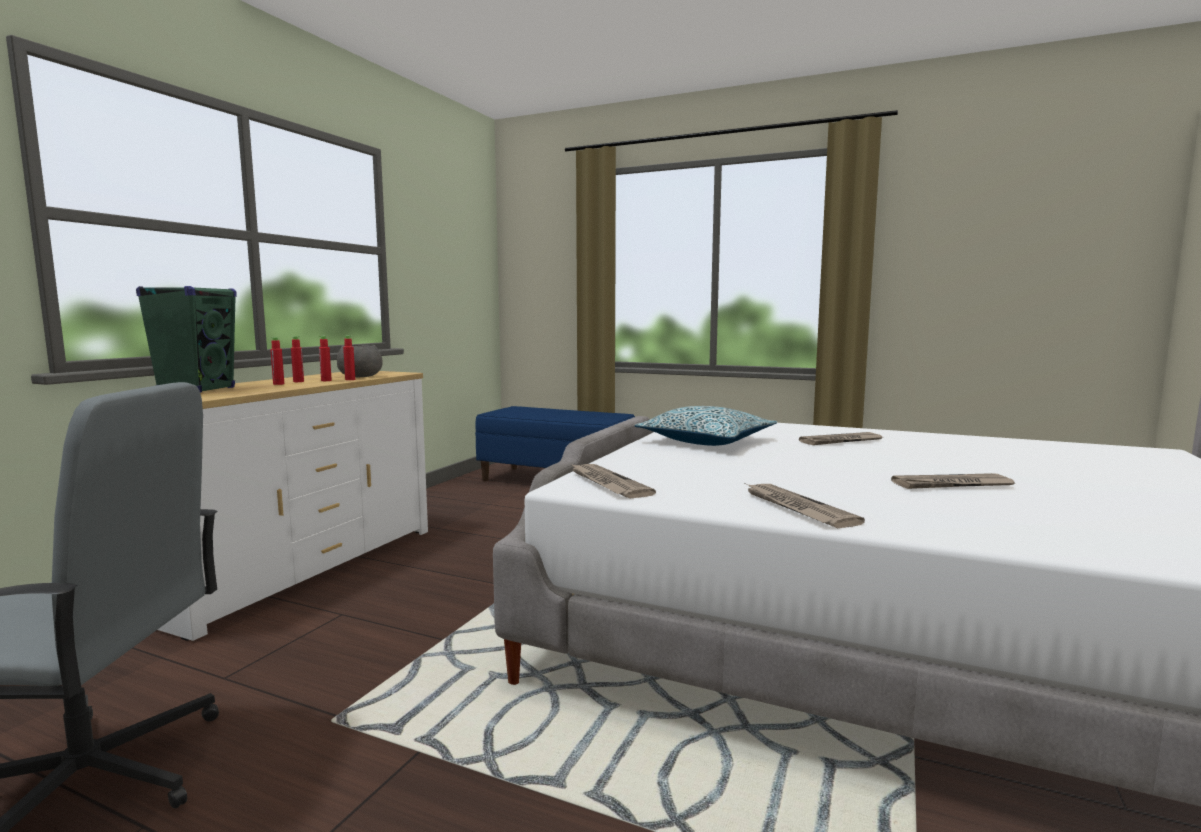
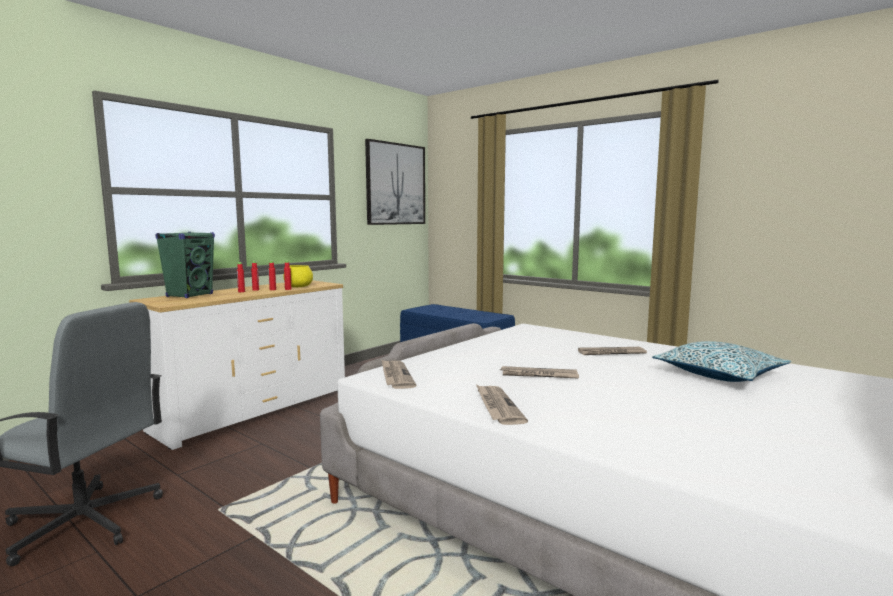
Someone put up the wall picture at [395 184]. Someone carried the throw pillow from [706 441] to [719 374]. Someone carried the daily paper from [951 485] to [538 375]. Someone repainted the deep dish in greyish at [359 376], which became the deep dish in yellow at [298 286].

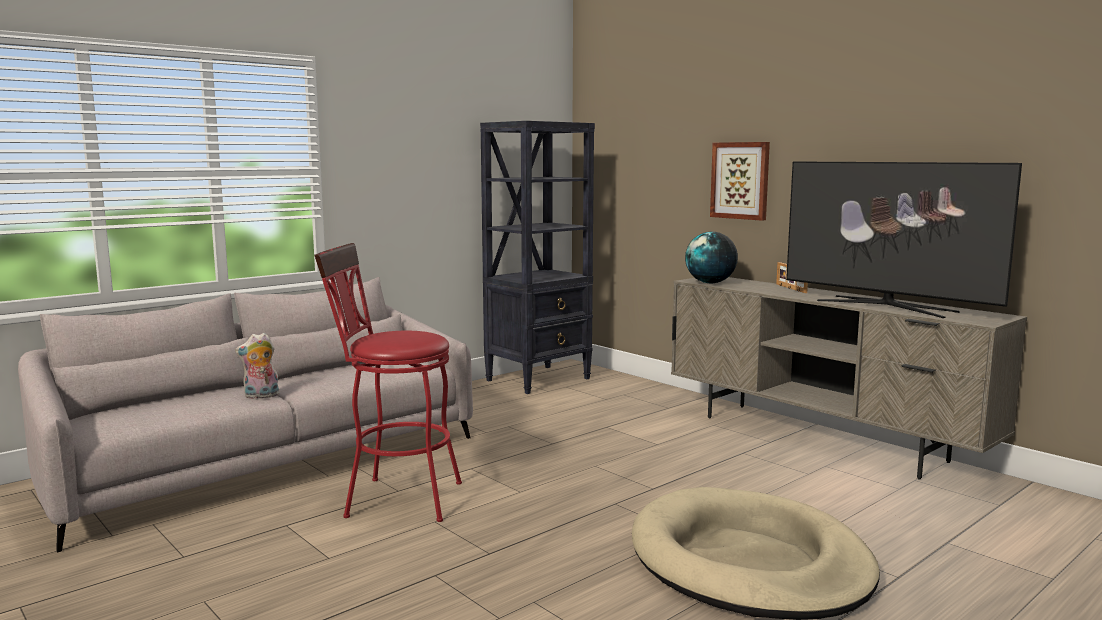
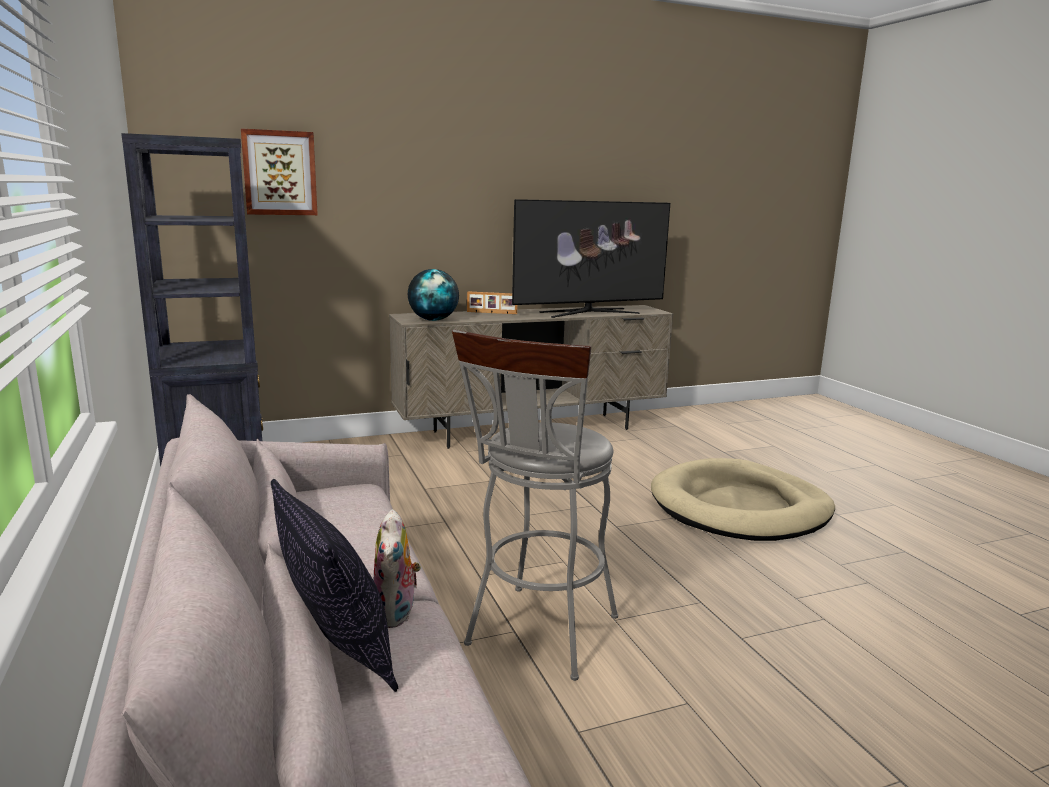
Someone put down the throw pillow at [337 651]. Someone carried the wall picture from [740 180] to [279 173]. Someone repainted the stool seat in reddish at [394 499], which became the stool seat in greyish at [538 637].

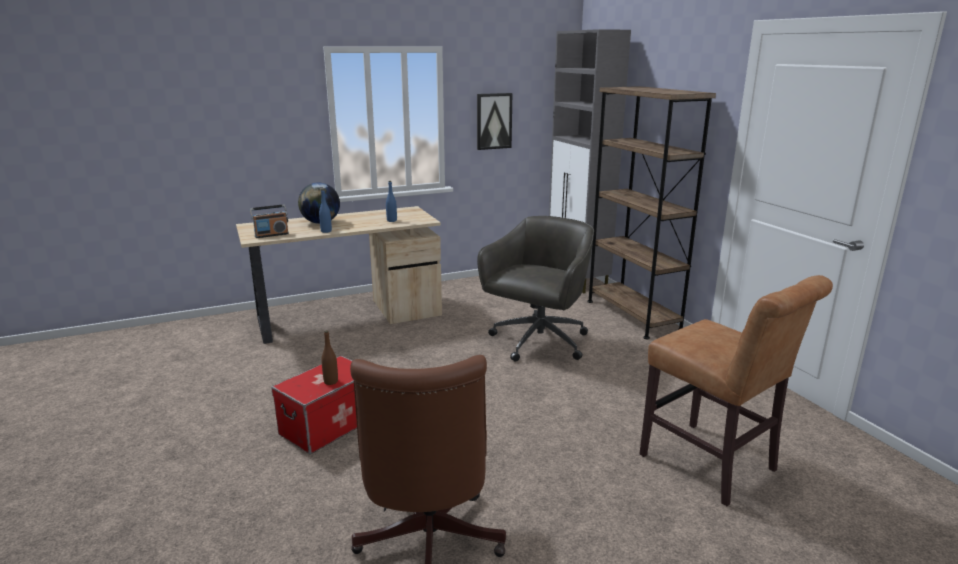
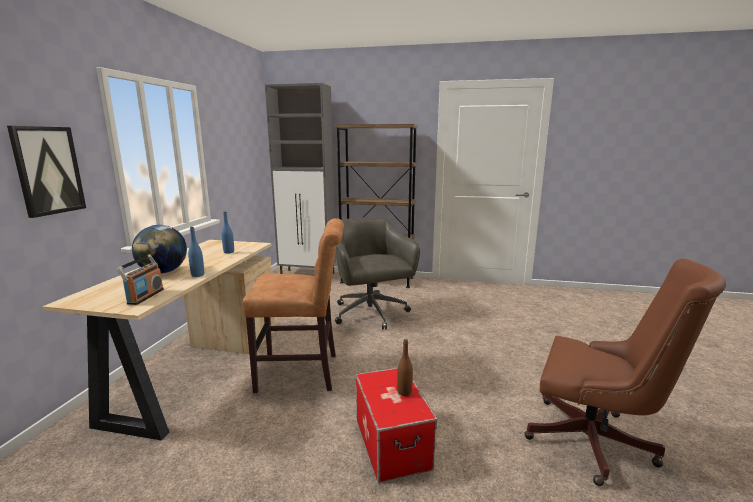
Someone carried the wall picture from [494 121] to [48 170]. Someone carried the chair in brown from [713 466] to [303 373].

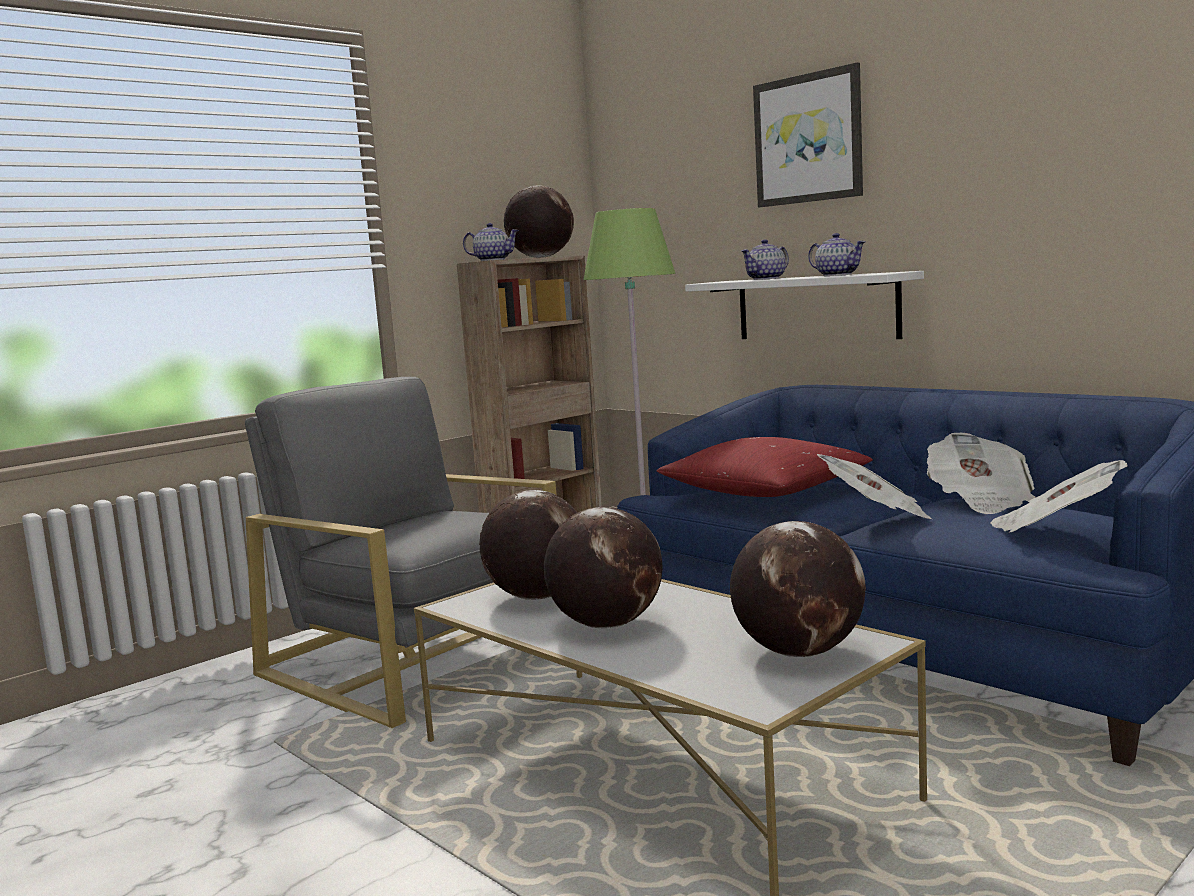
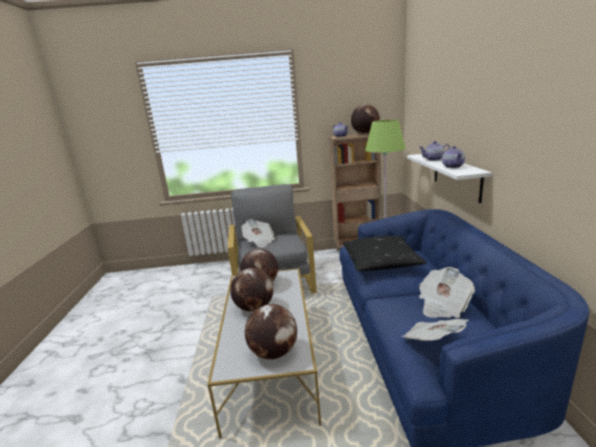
Someone took away the wall picture at [808 139]. Someone carried the daily paper from [876 515] to [259 241]. Someone repainted the throw pillow in reddish at [765 491], which became the throw pillow in blackish at [381 262].

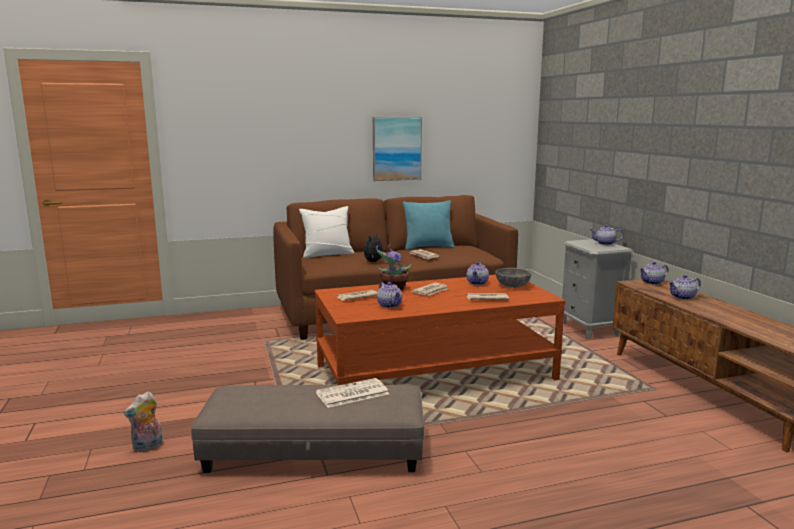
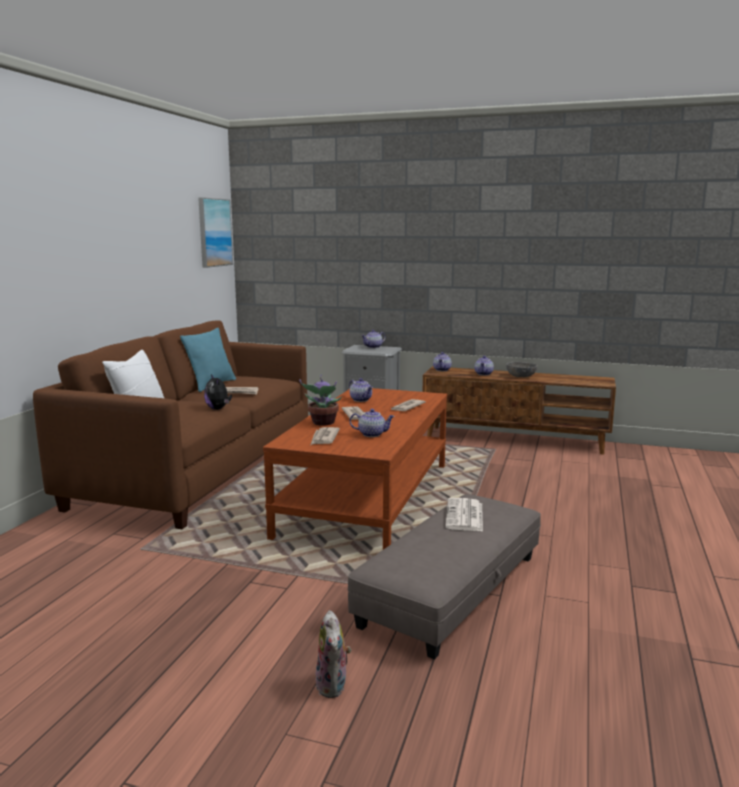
Someone carried the wall picture from [396 148] to [214 232]. Someone carried the deep dish in greyish from [512 286] to [521 376].

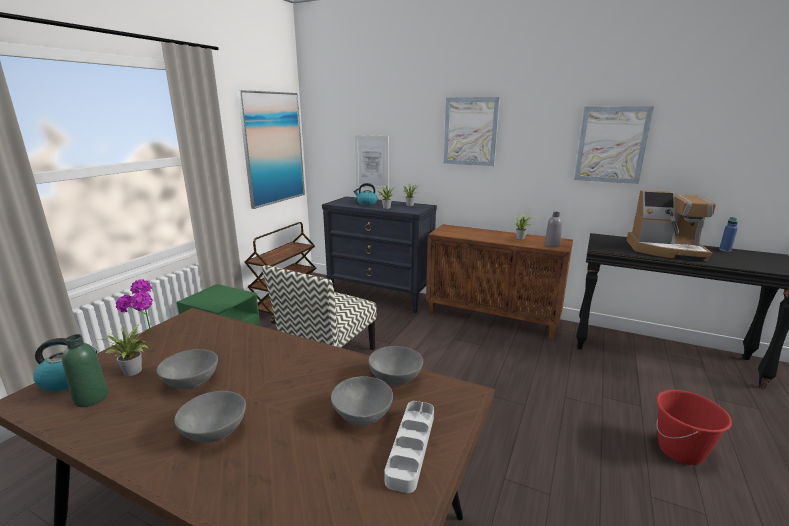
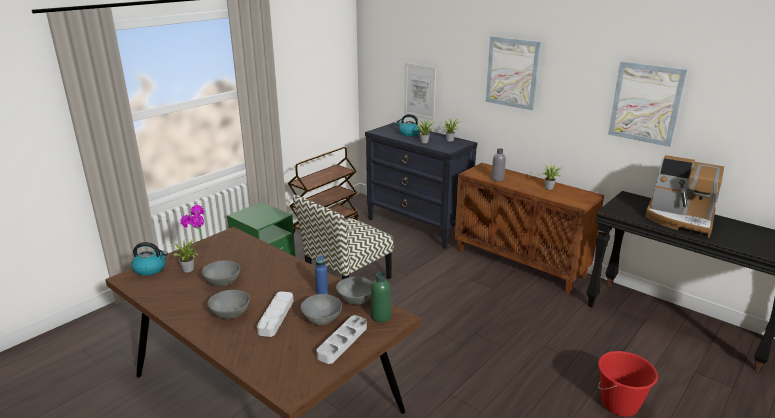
Someone took away the wall picture at [273 148]. Someone put down the serving tray in greyish at [276 316]. Someone carried the beverage bottle in greenish from [91 398] to [380 316]. Someone carried the beverage bottle in greyish from [552 245] to [497 179]. Someone carried the beverage bottle in blue-coloured from [725 250] to [322 292].

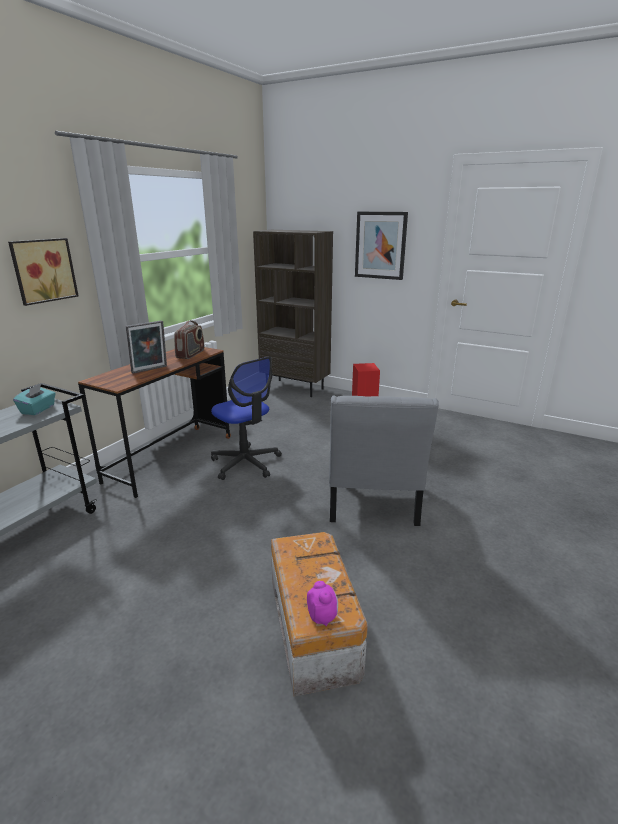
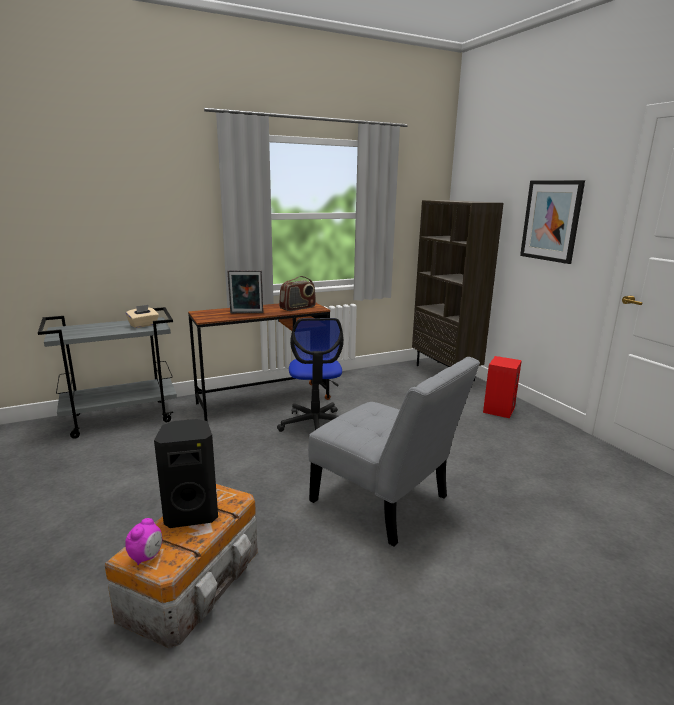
Someone took away the wall picture at [43 270]. Someone put down the audio speaker in blackish at [192 513]. Someone repainted the box of tissues in turquoise-coloured at [38 409], which became the box of tissues in beige at [143 325]. Someone rotated the chair in greyish at [372 502] by 90 degrees counterclockwise.

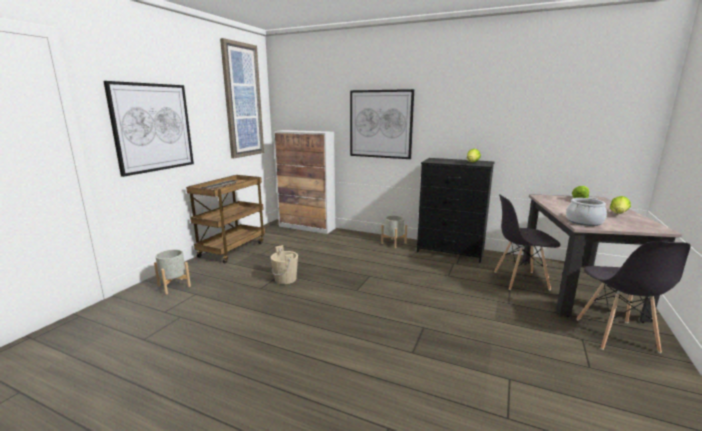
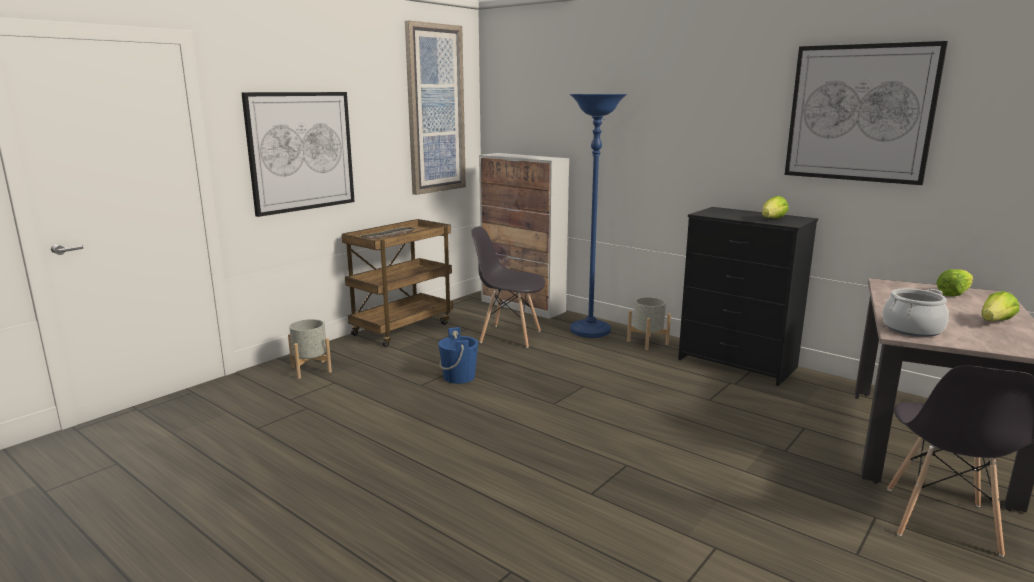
Someone put down the floor lamp in blue-coloured at [590 331]. Someone carried the wall picture from [380 124] to [859 113]. Someone carried the chair in greyish from [520 280] to [509 336]. Someone repainted the pail in beige at [285 279], which became the pail in blue-coloured at [459 377].

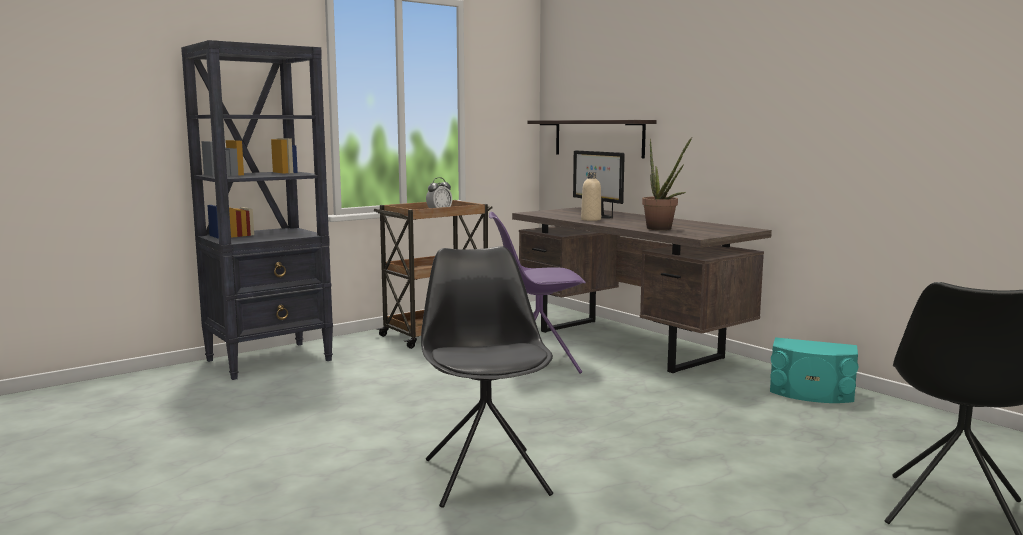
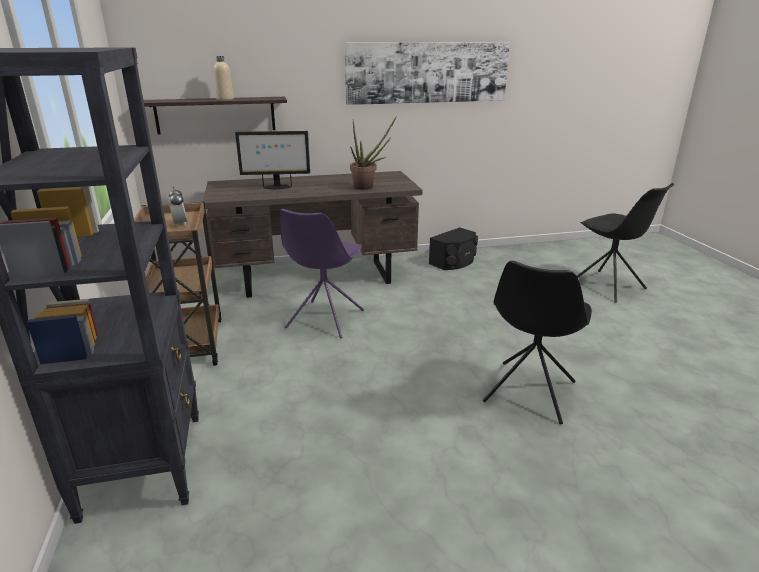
Someone put up the wall picture at [427 72]. Someone carried the beverage bottle in beige from [591 219] to [225 99]. Someone repainted the audio speaker in turquoise-coloured at [811 393], which became the audio speaker in blackish at [454 262]. Someone rotated the chair in blackish at [486 476] by 75 degrees counterclockwise.

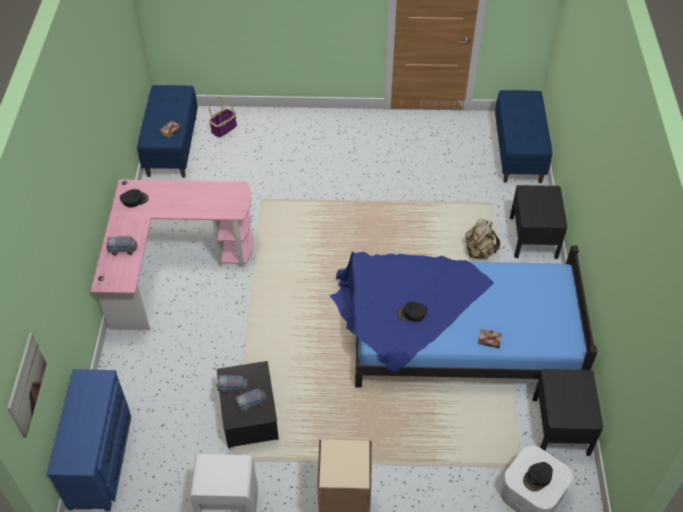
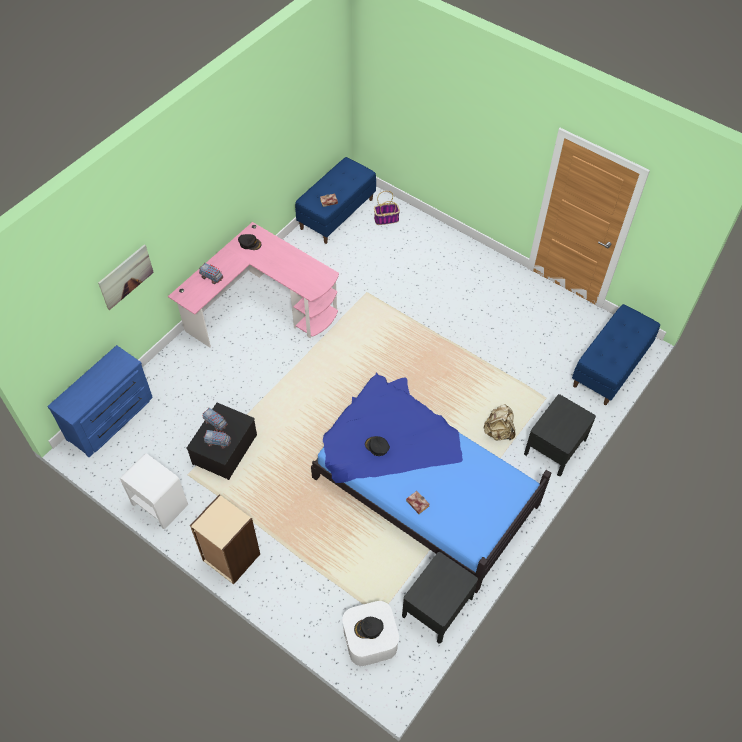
Someone carried the wall picture from [26 384] to [126 276].

